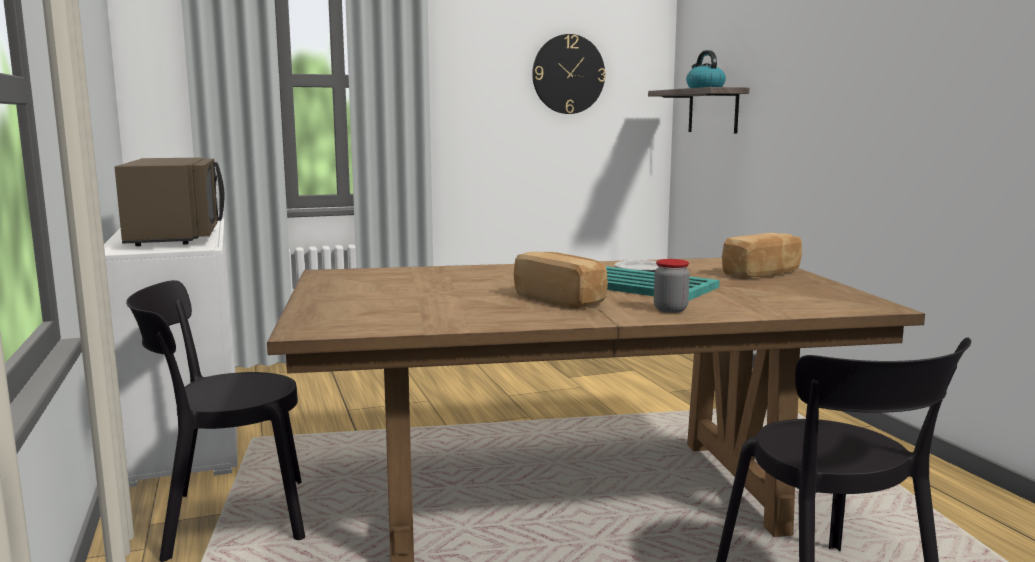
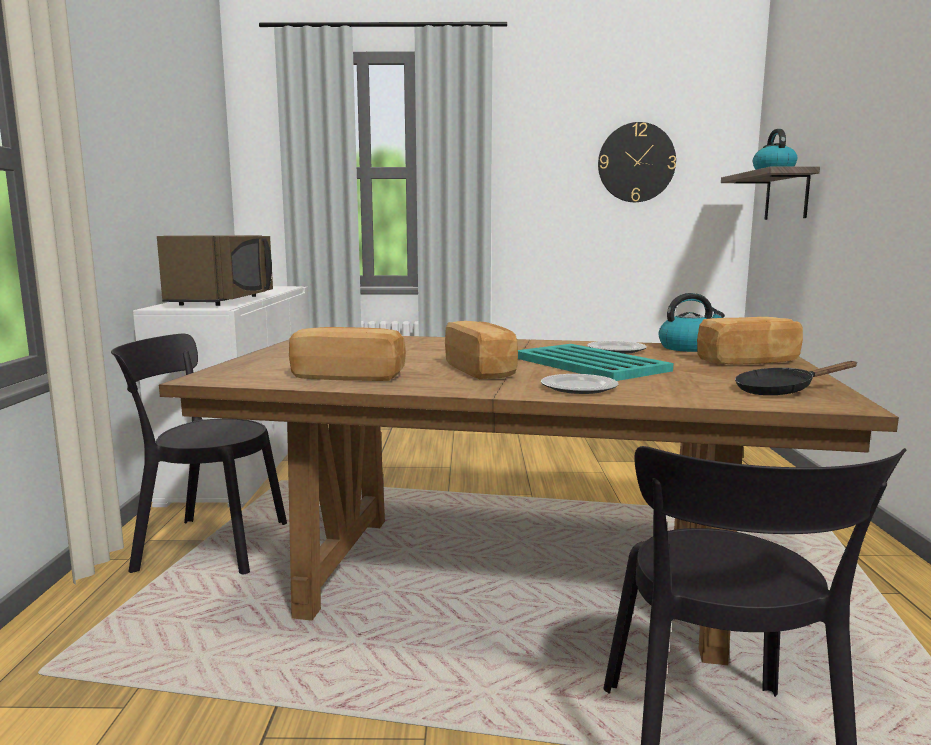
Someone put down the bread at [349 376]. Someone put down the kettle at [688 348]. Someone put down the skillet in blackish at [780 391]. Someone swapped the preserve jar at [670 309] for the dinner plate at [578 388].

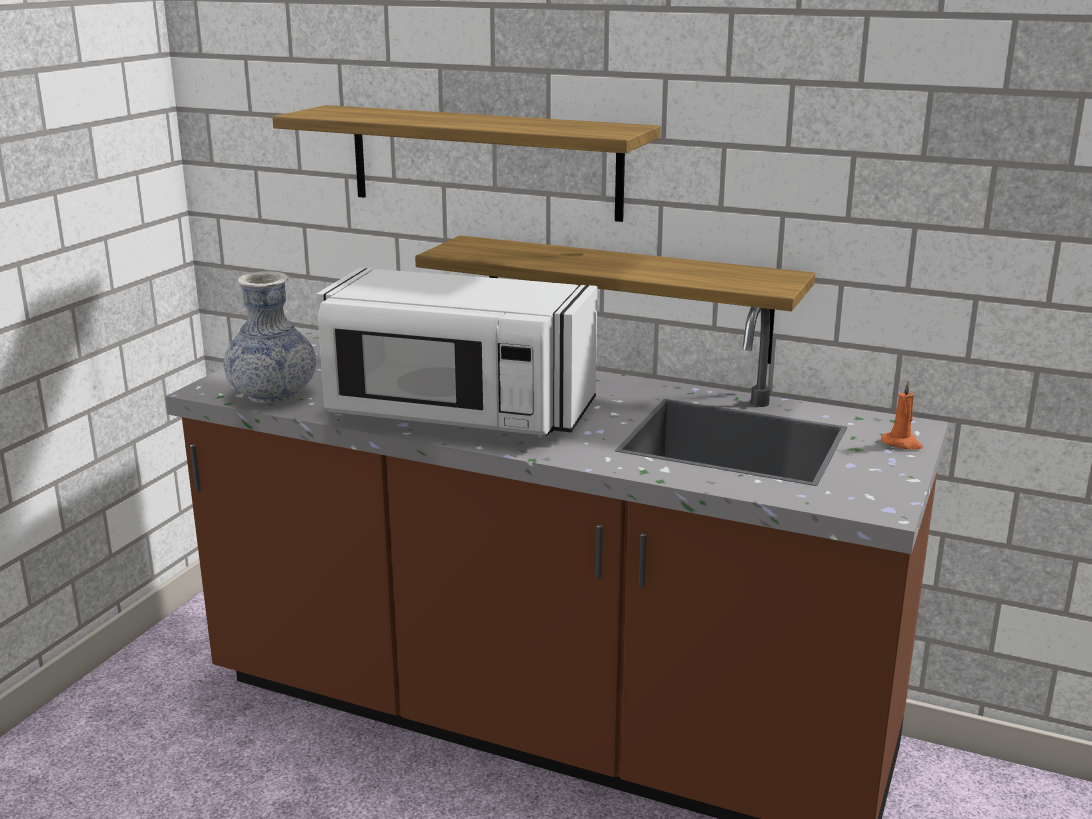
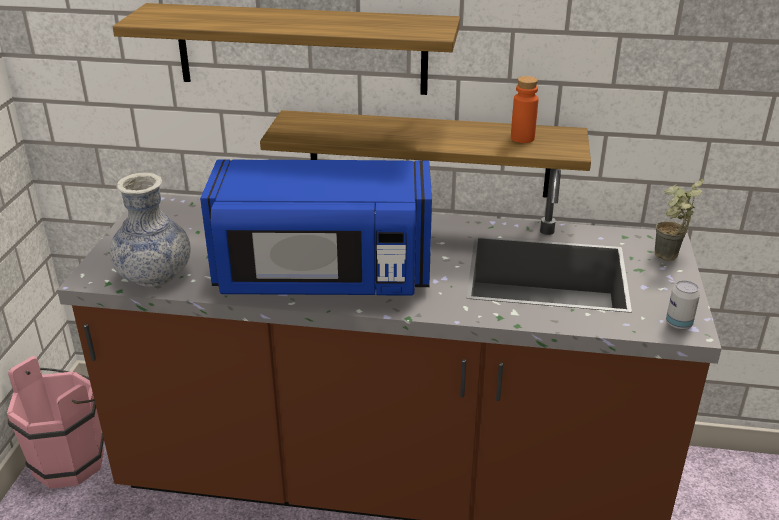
Someone put down the pail in pink-coloured at [74 459]. Someone put down the beverage bottle in orangey at [522 138]. Someone put down the can at [678 324]. Someone swapped the wax candle in orangey at [902 443] for the houseplant at [668 259]. Someone repainted the microwave in white-coloured at [456 415], which became the microwave in blue-coloured at [322 277].

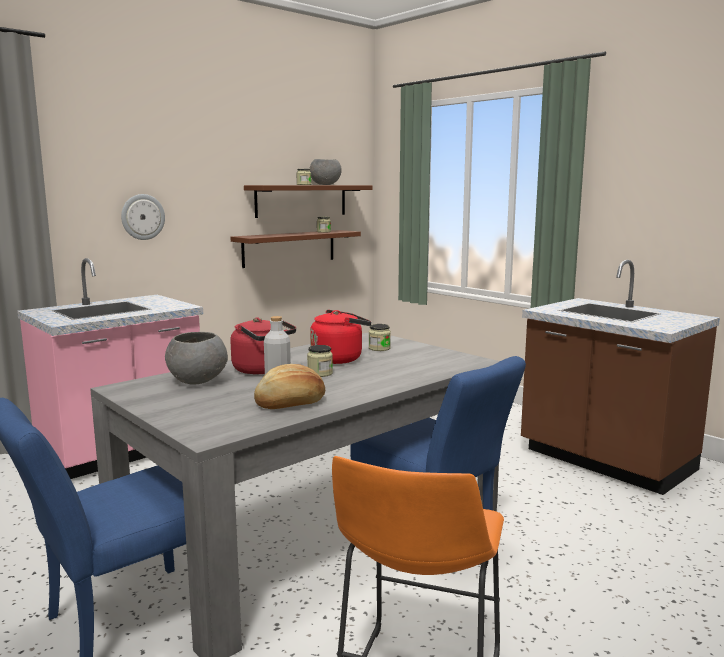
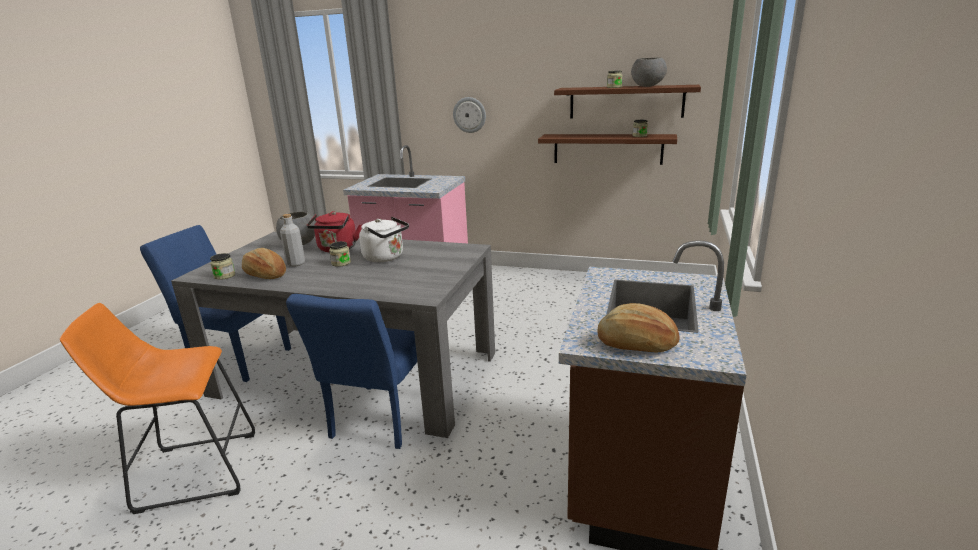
Someone put down the bread at [636 345]. Someone carried the preserve jar from [379 348] to [224 276]. Someone repainted the kettle in reddish at [339 359], which became the kettle in white-coloured at [386 258].

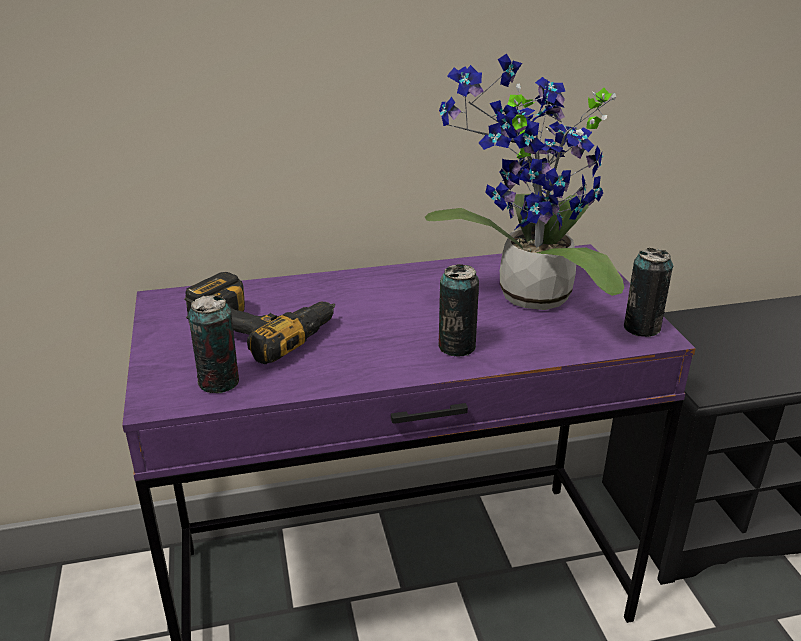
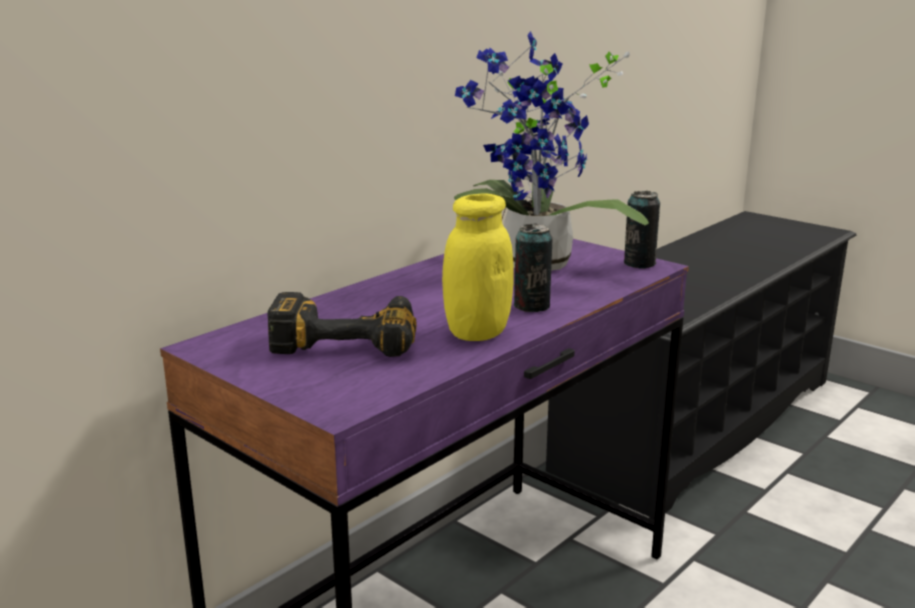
Someone took away the can at [219 382]. Someone put down the preserve jar in yellow at [477 332].

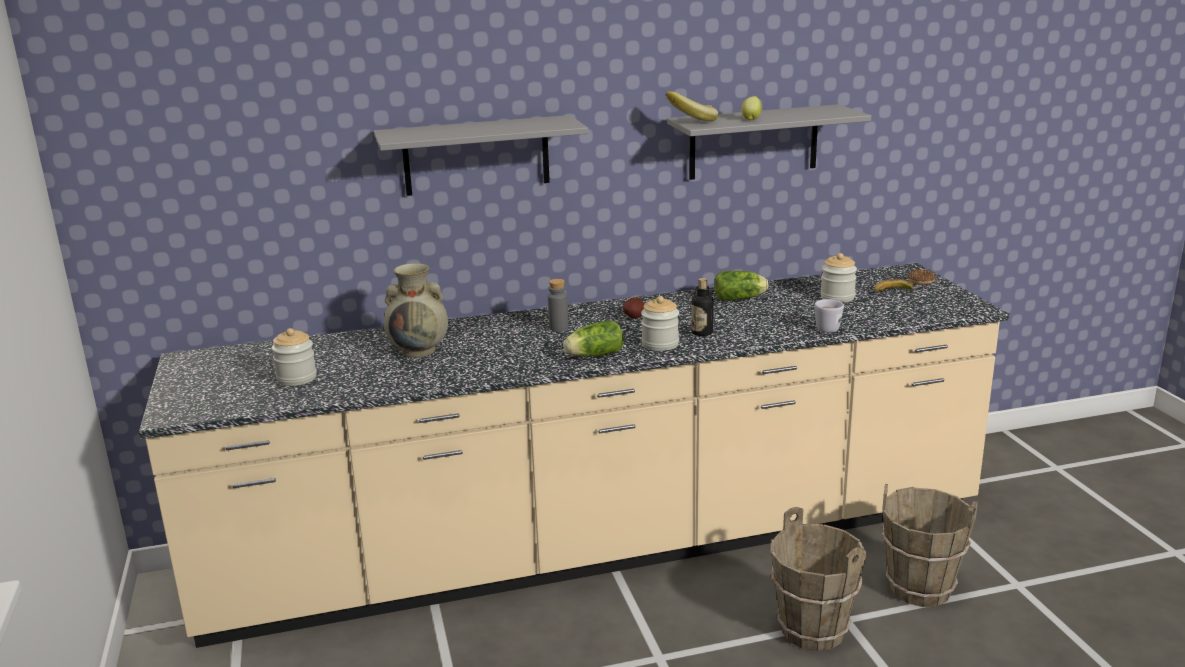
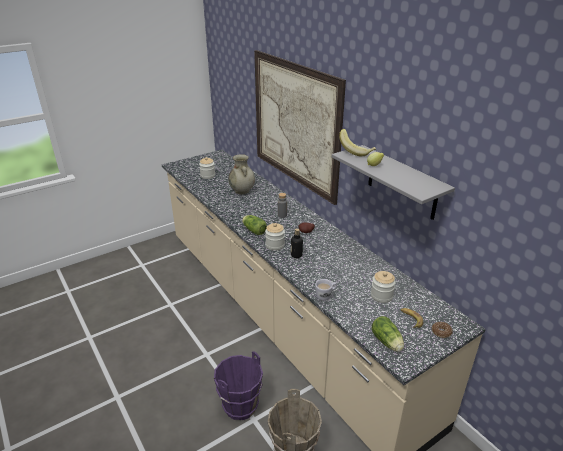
Someone carried the lettuce head from [741 298] to [387 342]. Someone swapped the bracket shelf in greyish at [476 155] for the wall picture at [295 124]. Someone repainted the pail in brown at [812 631], which became the pail in purplish at [240 406].

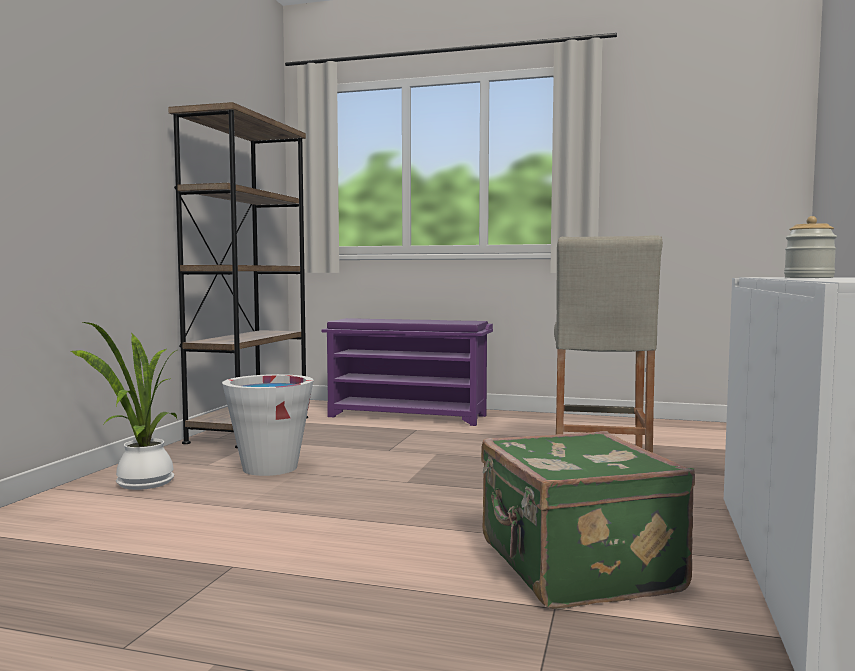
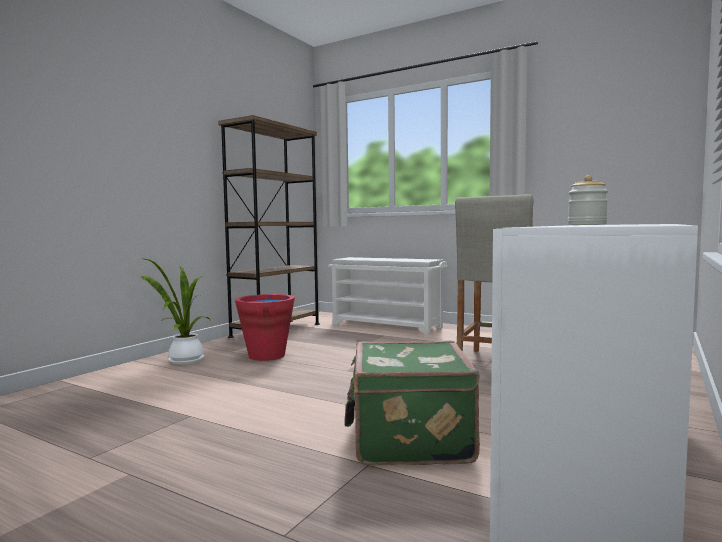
Someone repainted the pail in white-coloured at [270 468], which became the pail in reddish at [267 356]. Someone repainted the shoe rack in purplish at [409 416], which became the shoe rack in white-coloured at [387 325].

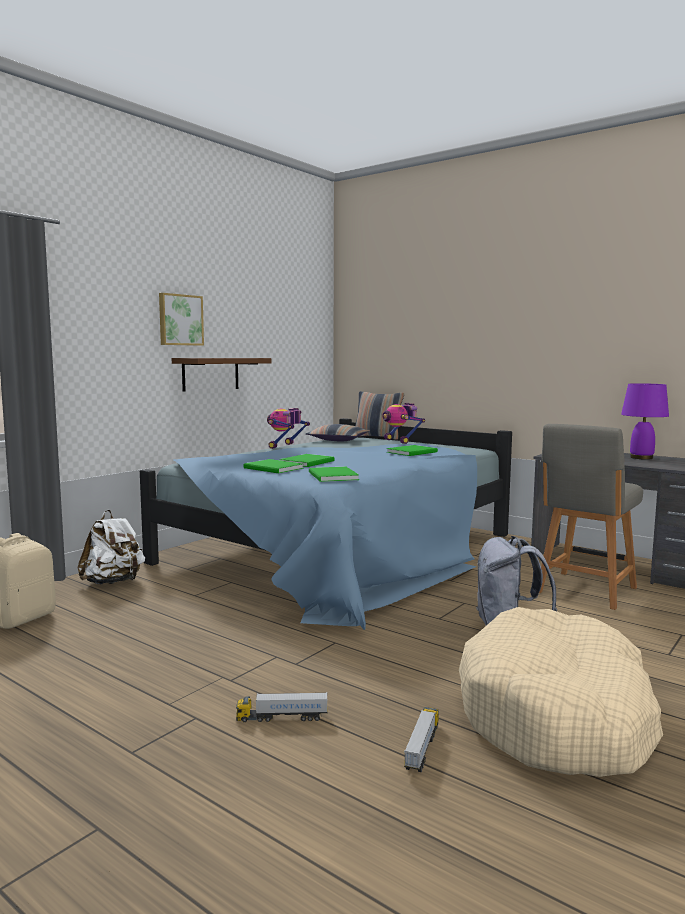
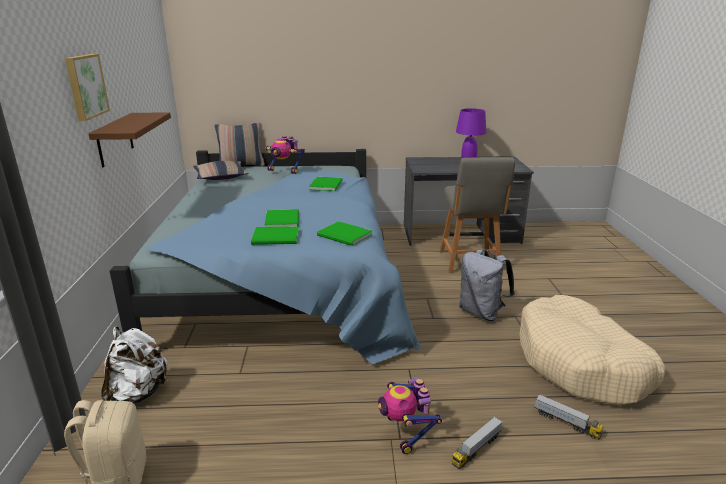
Someone carried the robot figure from [285 446] to [406 432]. Someone rotated the model truck at [422 748] by 150 degrees clockwise.

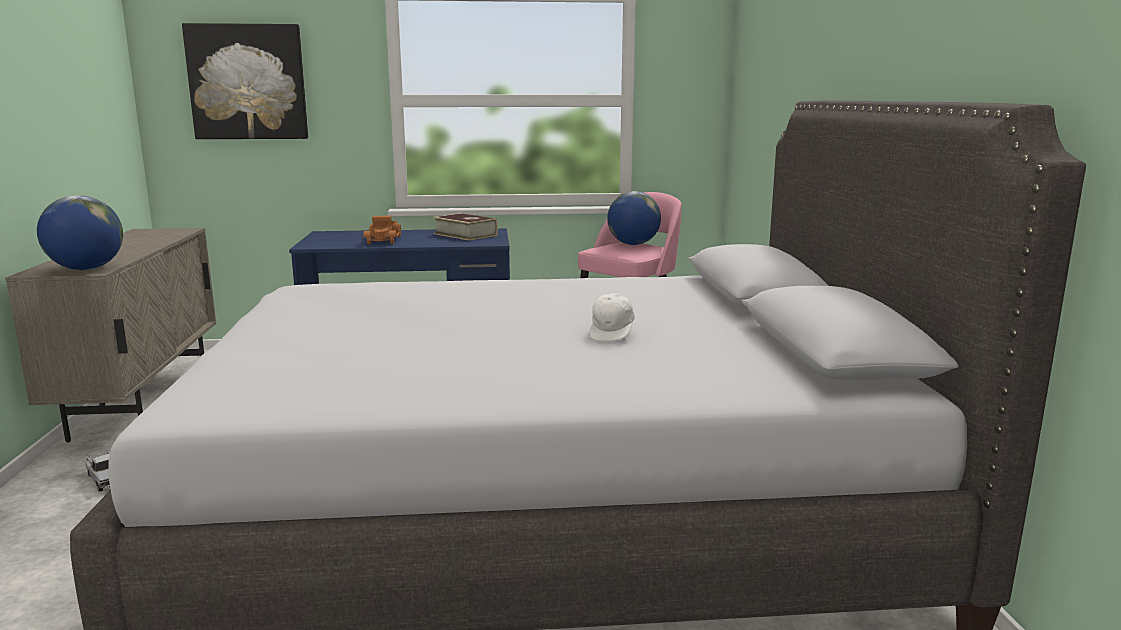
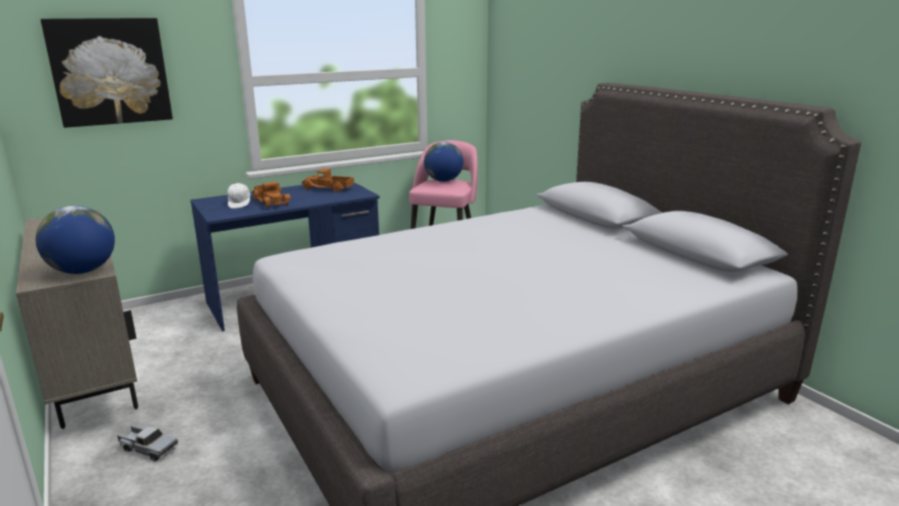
Someone carried the baseball cap in white-coloured from [612 333] to [240 204]. Someone swapped the bound book at [465 234] for the model truck at [328 188].

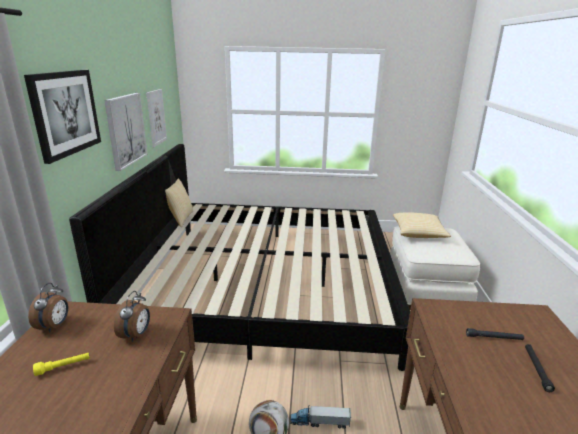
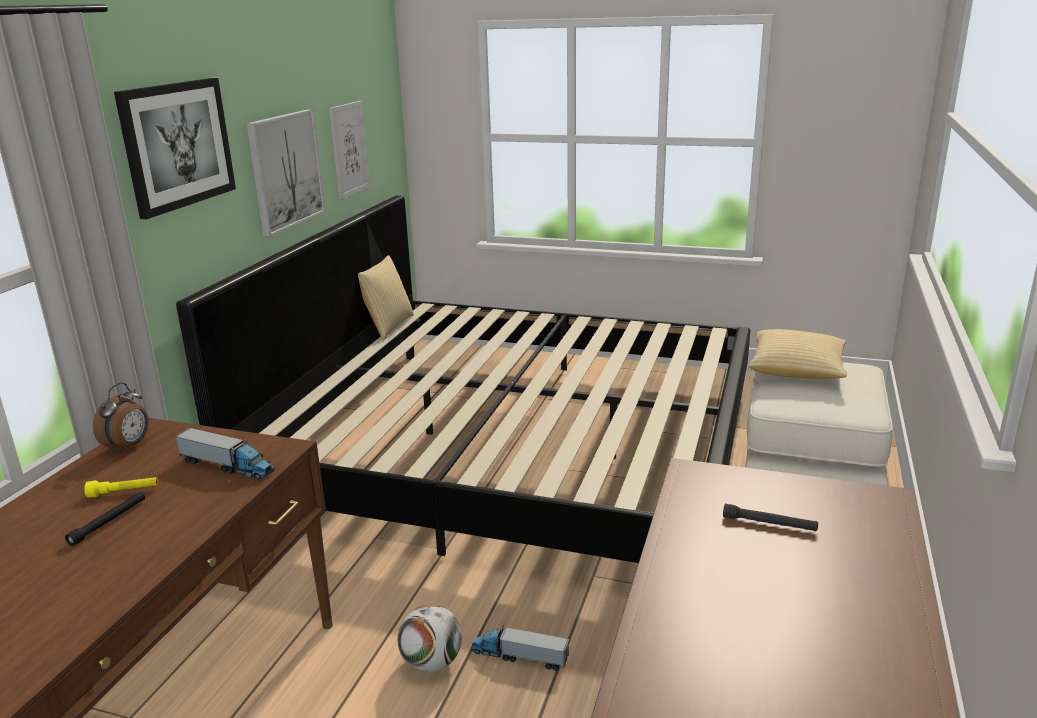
Someone carried the hand torch in blackish from [536 369] to [109 522]. Someone swapped the table clock at [136 335] for the model truck at [227 466].

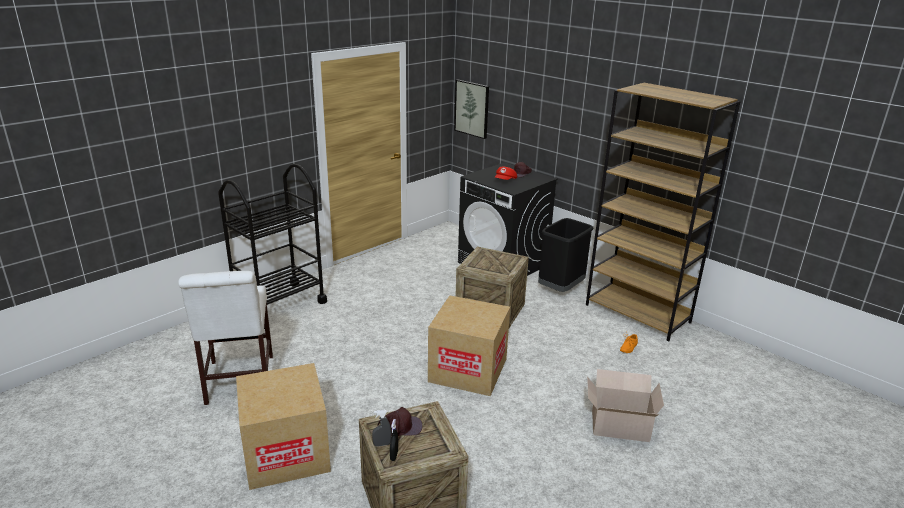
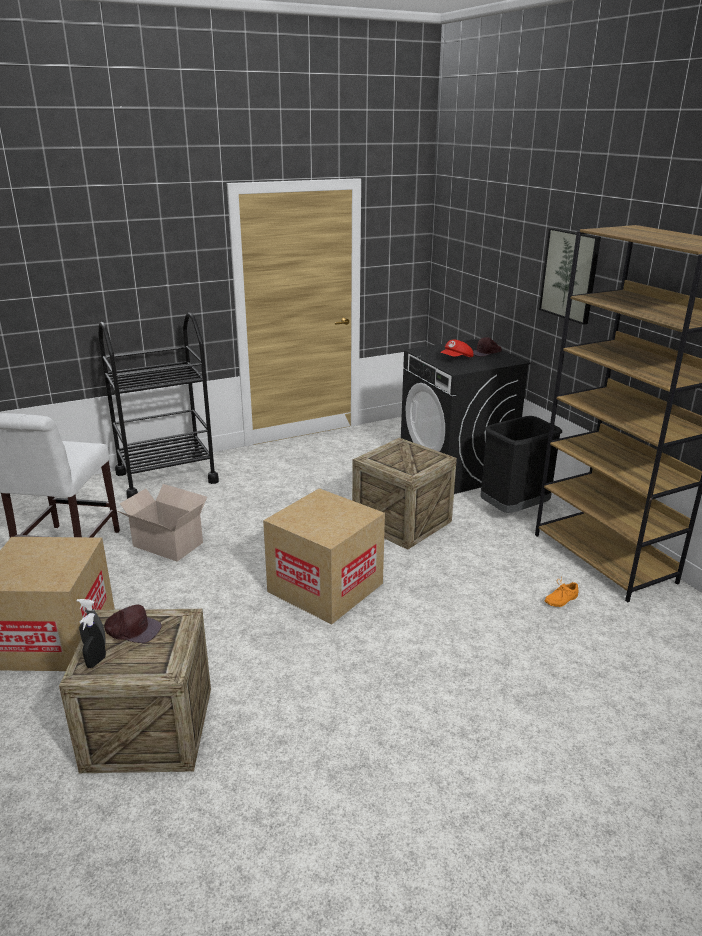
Someone carried the wall picture from [472 108] to [570 275]. Someone carried the cardboard box from [618 425] to [166 544].

